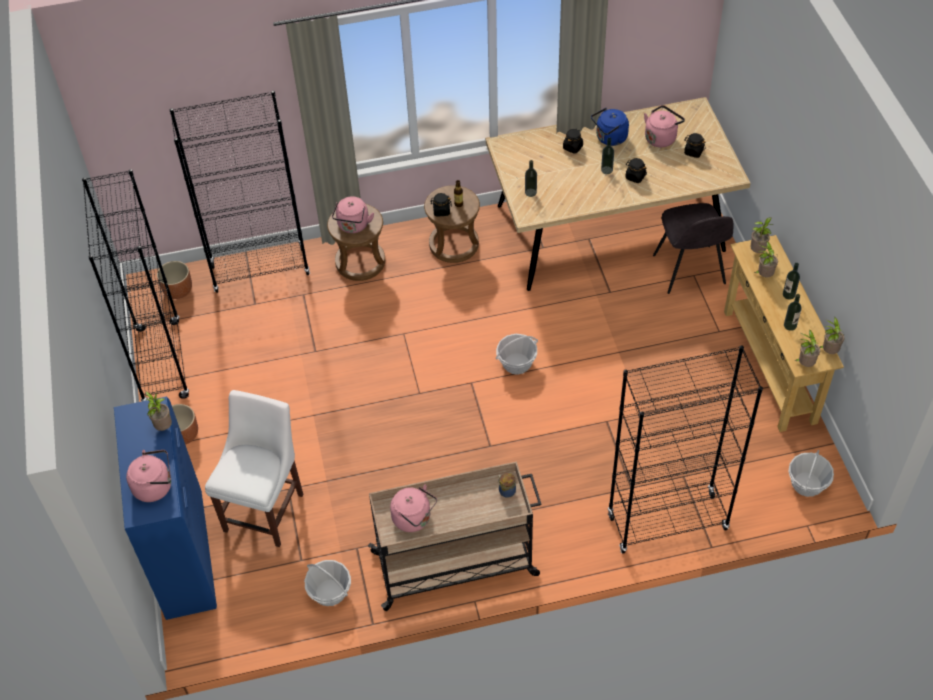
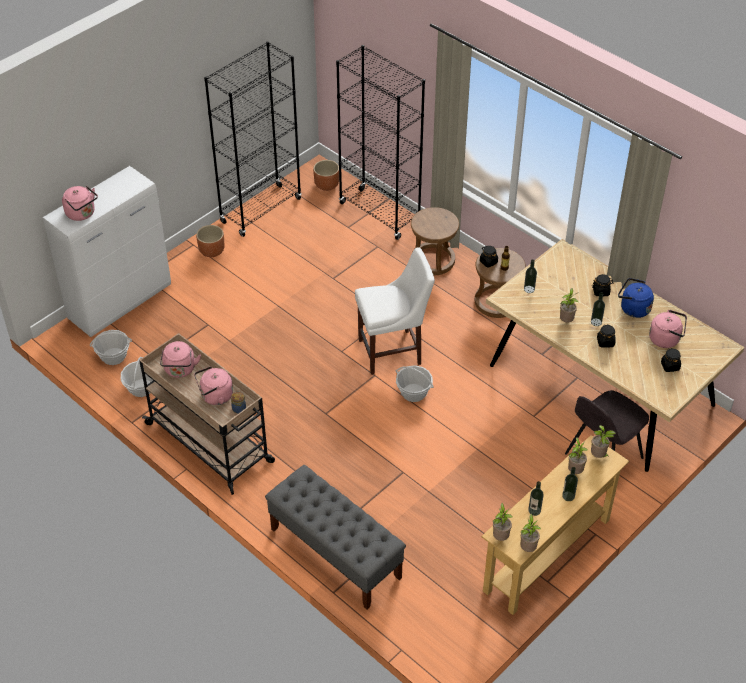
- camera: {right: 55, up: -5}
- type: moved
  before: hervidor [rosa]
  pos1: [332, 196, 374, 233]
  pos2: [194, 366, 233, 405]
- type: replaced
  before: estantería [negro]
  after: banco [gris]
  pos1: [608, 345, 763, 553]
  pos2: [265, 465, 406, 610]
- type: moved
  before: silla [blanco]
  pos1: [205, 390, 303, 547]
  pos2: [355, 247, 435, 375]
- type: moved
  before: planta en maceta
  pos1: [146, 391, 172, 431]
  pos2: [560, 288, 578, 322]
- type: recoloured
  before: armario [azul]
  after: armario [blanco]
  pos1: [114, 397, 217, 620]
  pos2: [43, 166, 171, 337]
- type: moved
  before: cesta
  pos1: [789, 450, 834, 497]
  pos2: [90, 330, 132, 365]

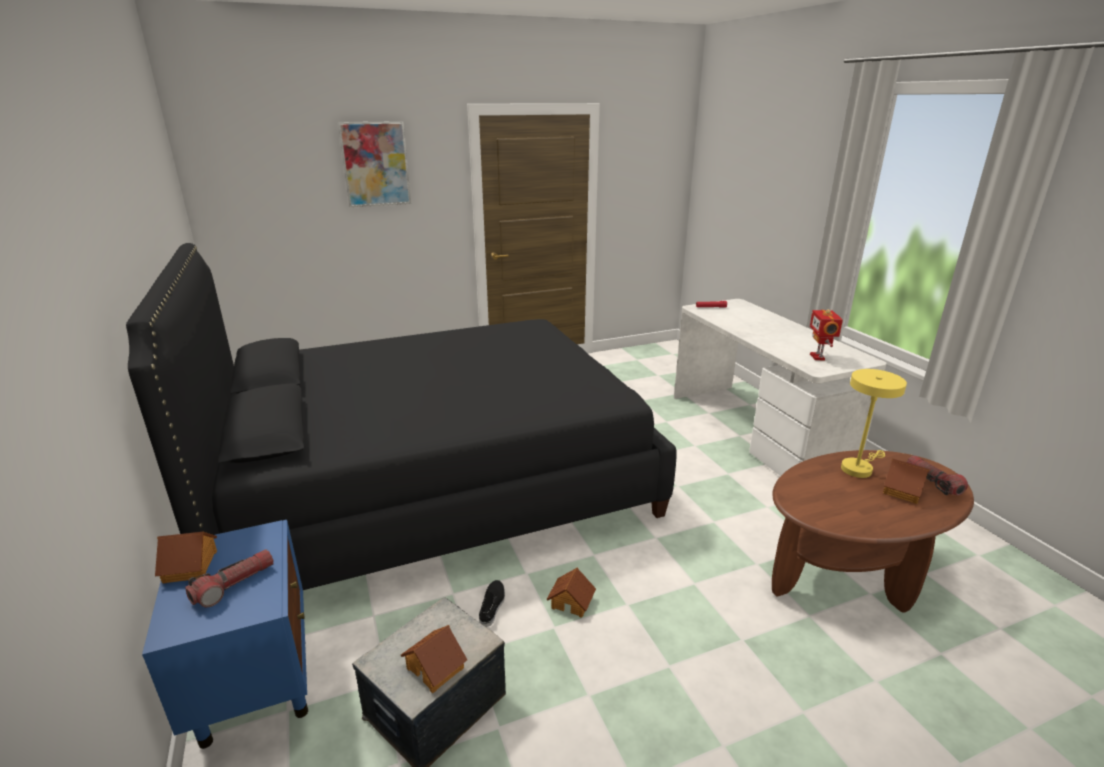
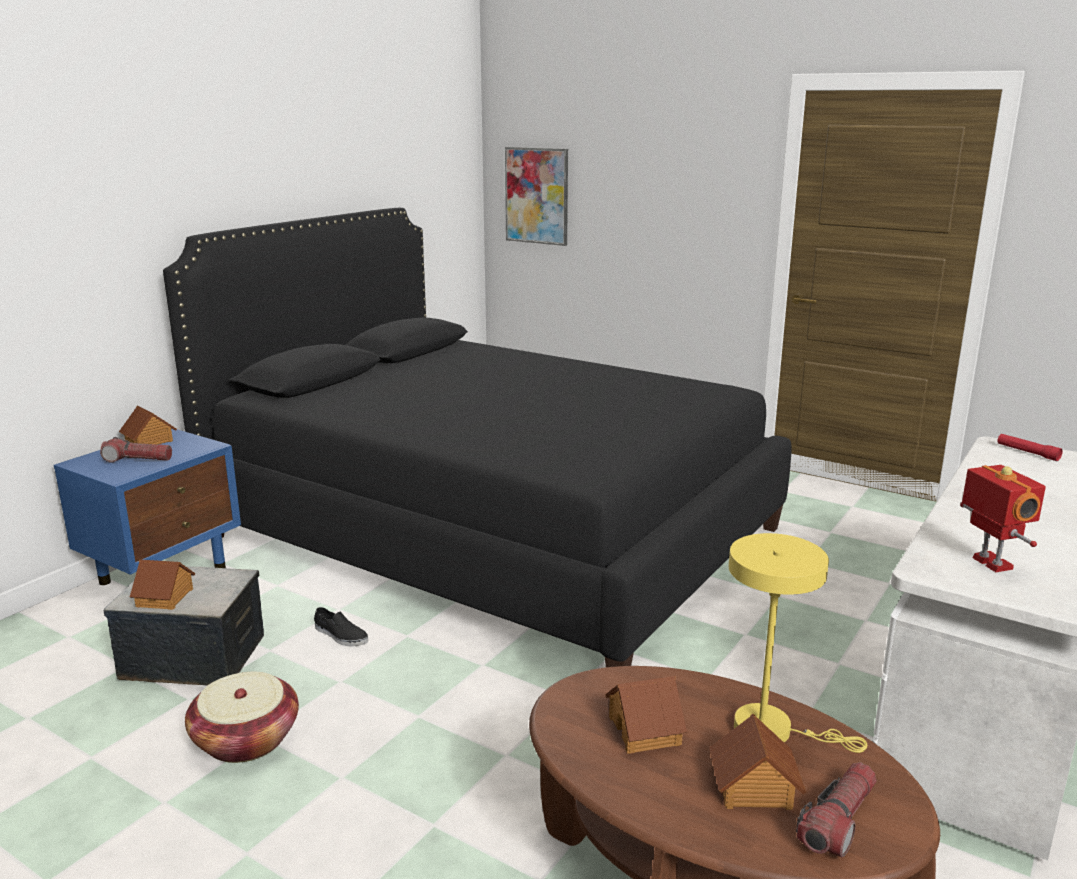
- camera: {right: 55, up: -5}
- type: moved
  before: cuadro
  pos1: [338, 121, 411, 207]
  pos2: [505, 147, 568, 246]
- type: turned
  before: robot de juguete
  pos1: [810, 309, 843, 360]
  pos2: [960, 465, 1046, 572]
  turn: 105
- type: moved
  before: casita
  pos1: [547, 567, 596, 618]
  pos2: [605, 676, 687, 754]
- type: turned
  before: zapato [negro]
  pos1: [479, 580, 505, 627]
  pos2: [314, 607, 368, 647]
  turn: 60
- type: added
  after: cesta
  pos2: [185, 672, 299, 763]

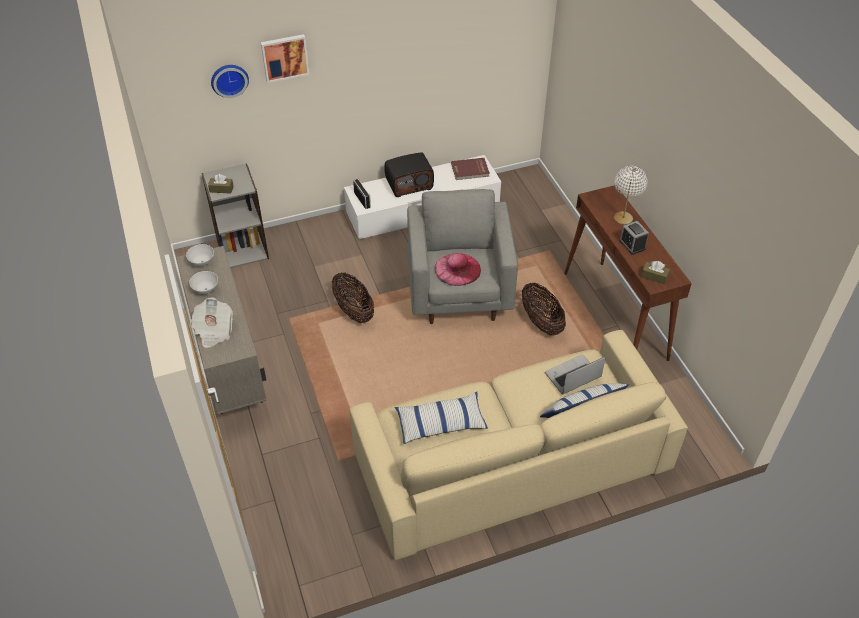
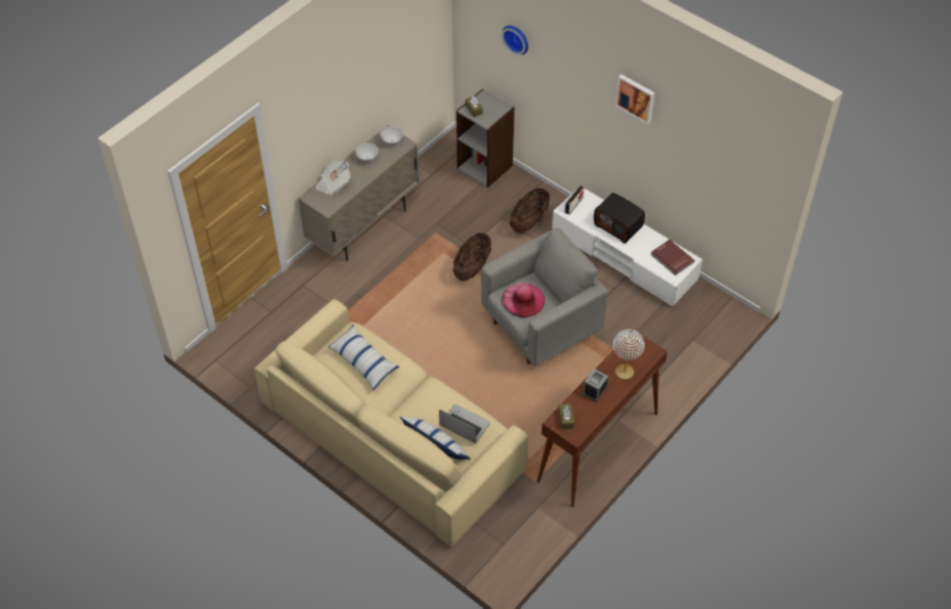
- camera: {right: 60, up: 5}
- type: moved
  before: cuadro
  pos1: [261, 34, 309, 83]
  pos2: [615, 74, 655, 124]
- type: moved
  before: cesta
  pos1: [522, 283, 566, 336]
  pos2: [510, 188, 550, 233]

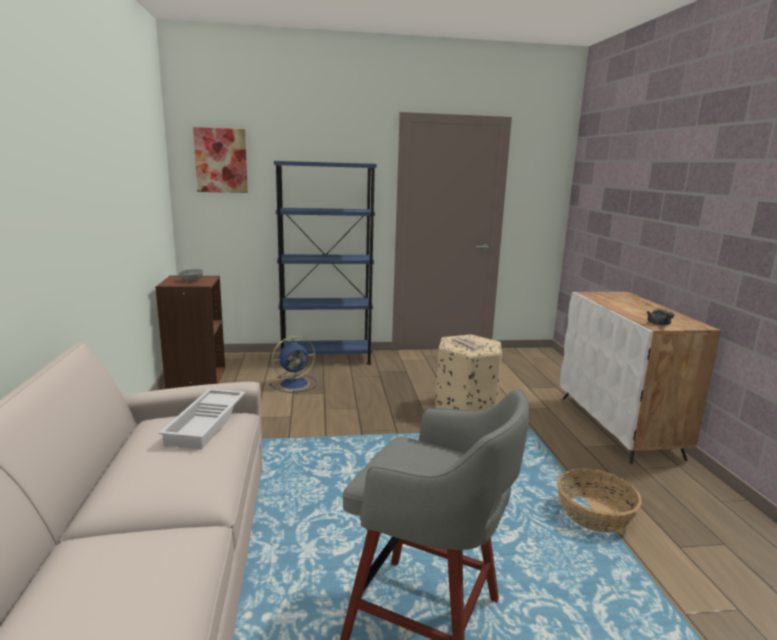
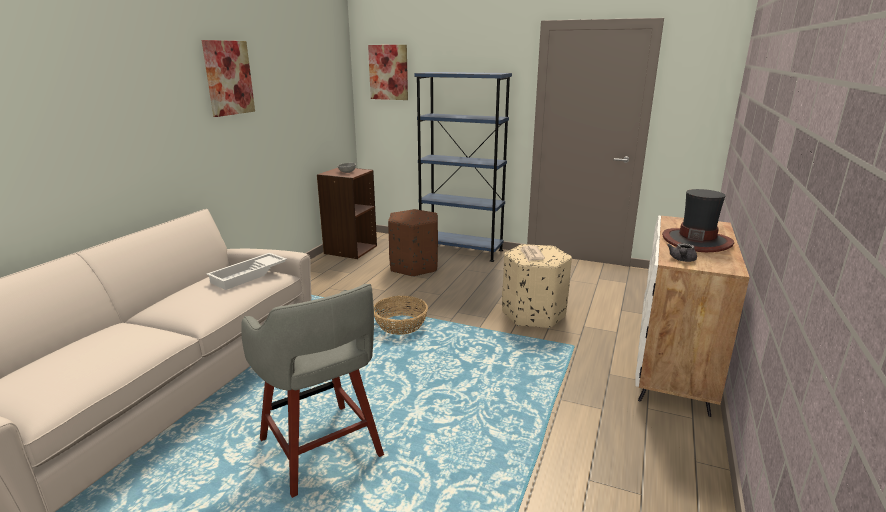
- camera: {right: 30, up: 5}
- type: replaced
  before: ventilador [azul]
  after: puf [marrón]
  pos1: [269, 336, 317, 393]
  pos2: [388, 209, 438, 277]
- type: moved
  before: cesta
  pos1: [557, 468, 642, 533]
  pos2: [374, 296, 428, 335]
- type: added
  after: cuadro
  pos2: [202, 40, 255, 117]
- type: added
  after: sombrero
  pos2: [662, 189, 734, 252]

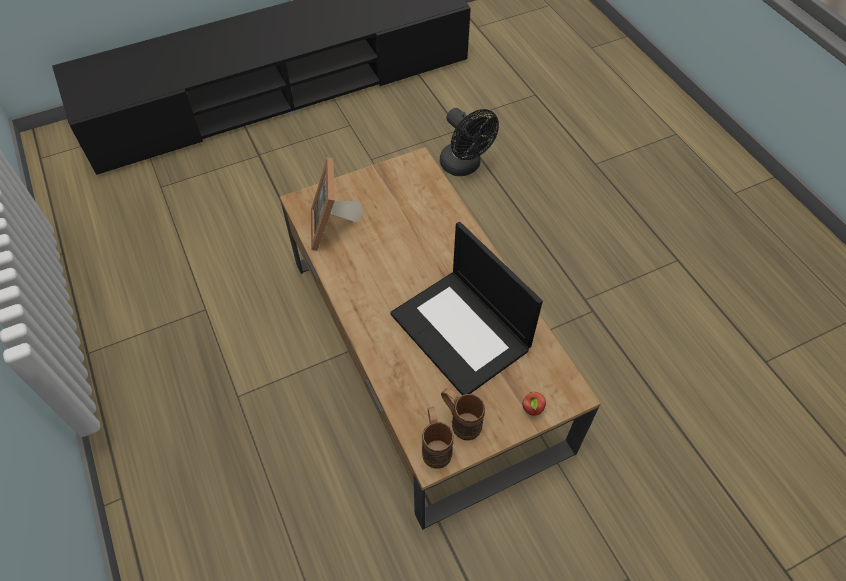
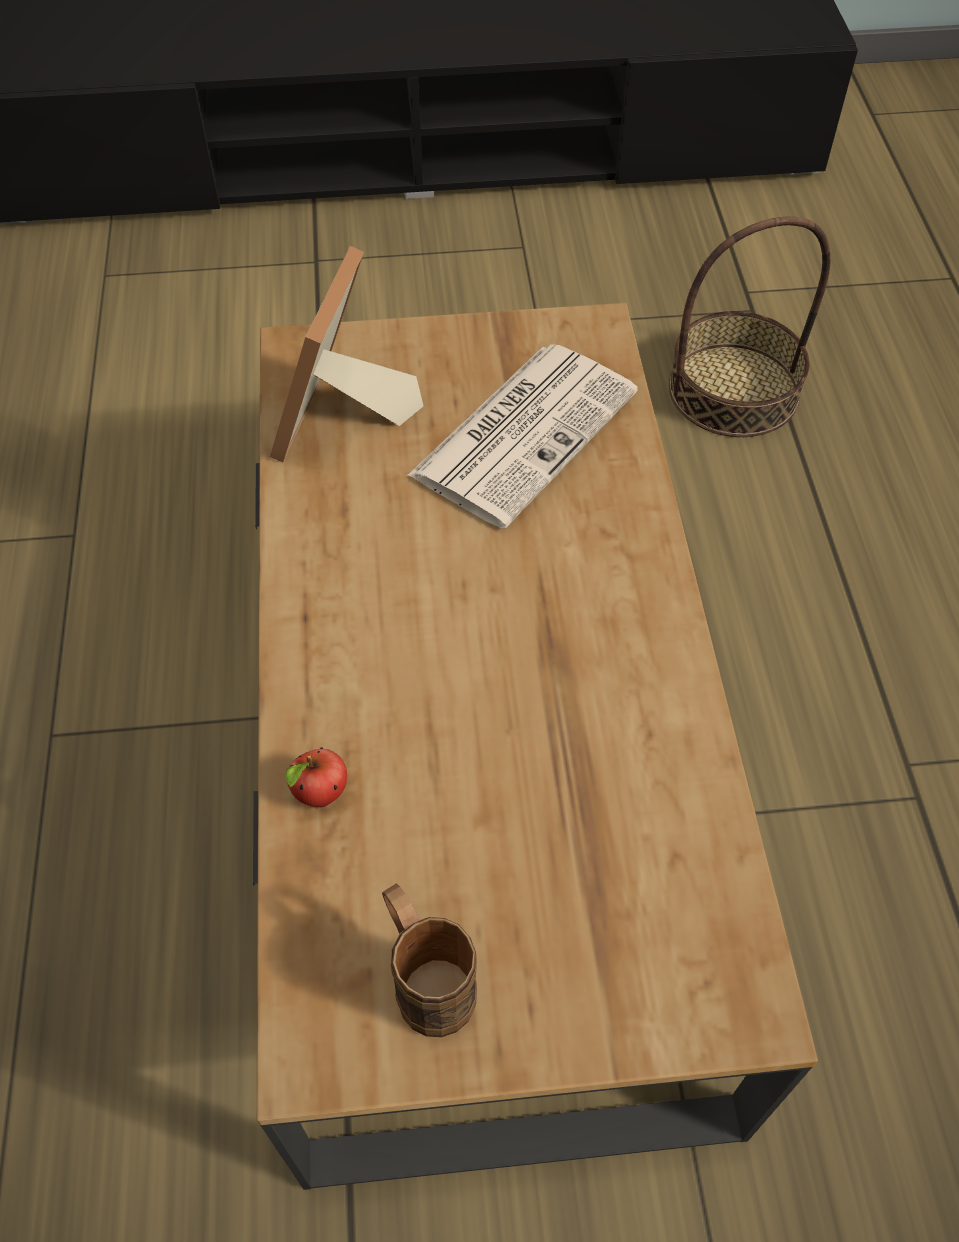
- camera: {right: 20, up: 0}
- type: replaced
  before: ventilador [negro]
  after: cesta
  pos1: [440, 108, 499, 176]
  pos2: [669, 217, 830, 437]
- type: removed
  before: portátil
  pos1: [390, 222, 543, 395]
- type: moved
  before: manzana
  pos1: [522, 392, 546, 416]
  pos2: [286, 747, 347, 807]
- type: removed
  before: taza grande [marrón]
  pos1: [422, 407, 454, 469]
- type: added
  after: periódico
  pos2: [407, 344, 638, 529]

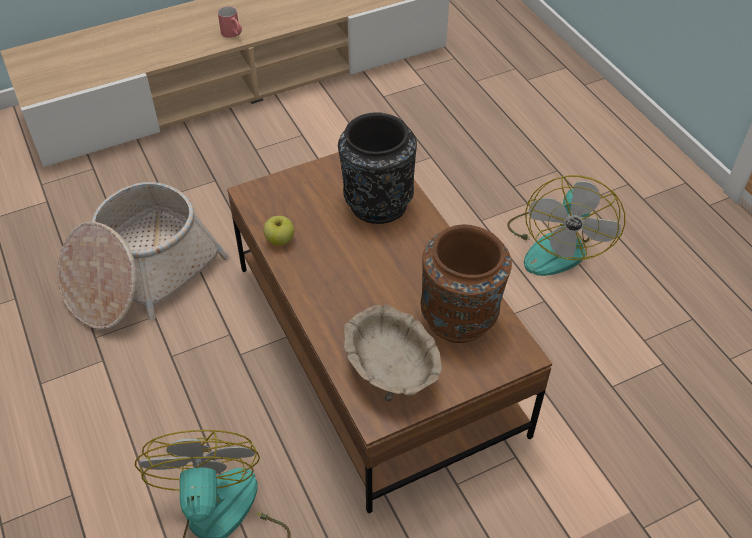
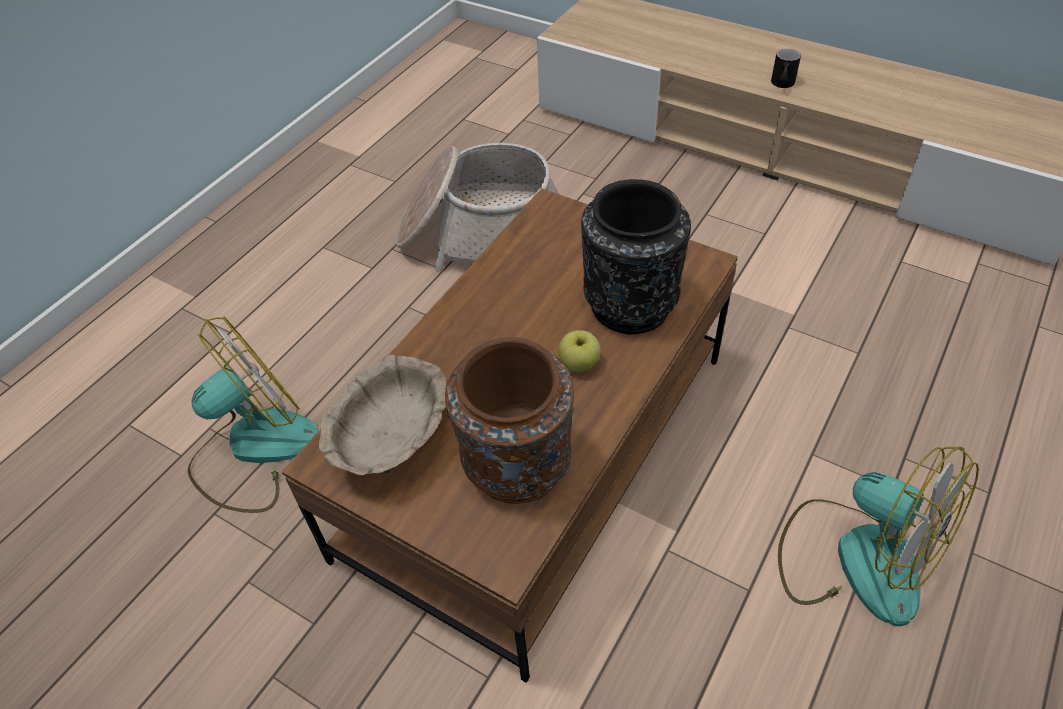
- camera: {right: 60, up: 0}
- type: recoloured
  before: taza grande [rojo]
  after: taza grande [negro]
  pos1: [218, 6, 242, 38]
  pos2: [771, 48, 801, 88]
- type: turned
  before: ventilador
  pos1: [507, 175, 625, 276]
  pos2: [778, 446, 979, 626]
  turn: -120
- type: moved
  before: manzana
  pos1: [264, 216, 294, 245]
  pos2: [559, 330, 601, 372]

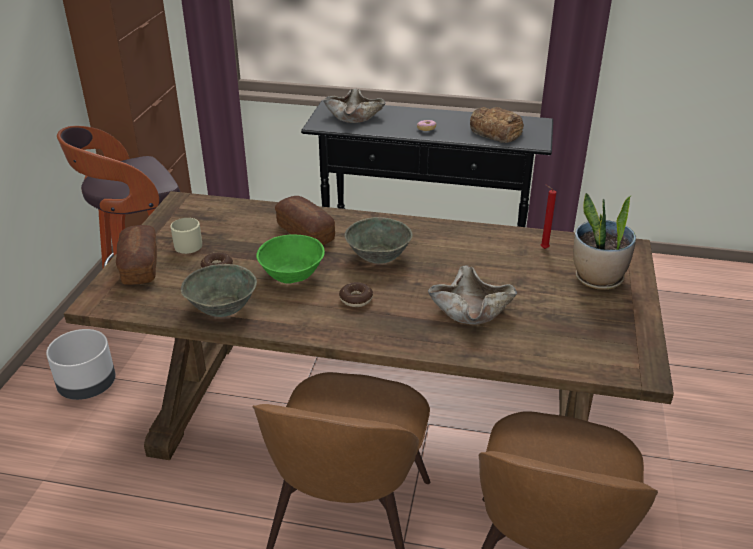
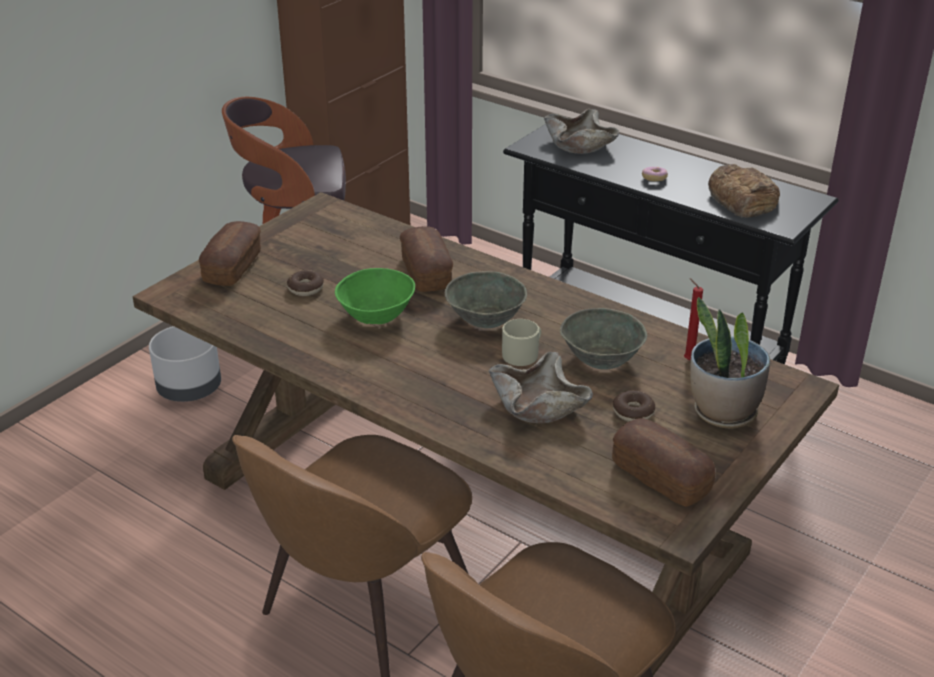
- camera: {right: 25, up: 0}
- type: moved
  before: taza grande [beis]
  pos1: [171, 218, 202, 254]
  pos2: [502, 319, 541, 366]
- type: moved
  before: cuenco [gris]
  pos1: [181, 264, 257, 317]
  pos2: [560, 308, 647, 370]
- type: moved
  before: rosquilla
  pos1: [339, 282, 373, 307]
  pos2: [613, 390, 655, 422]
- type: added
  after: pan
  pos2: [612, 418, 716, 507]

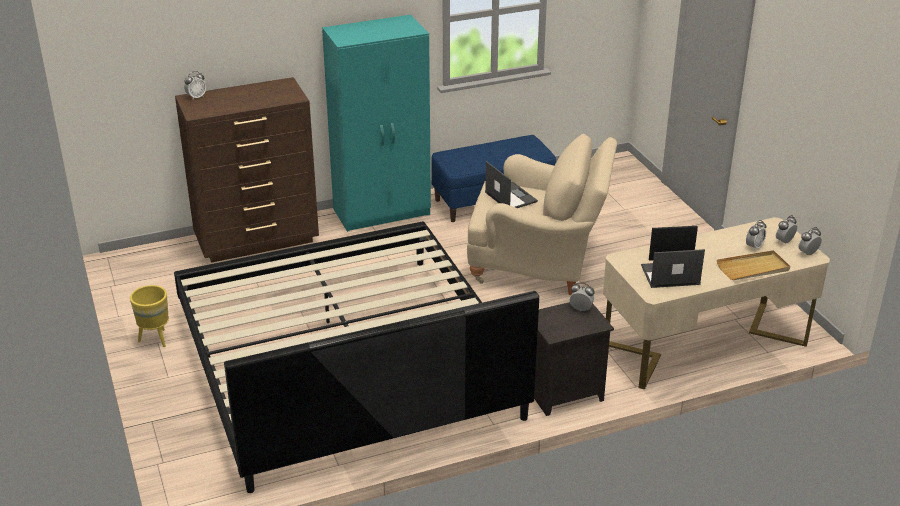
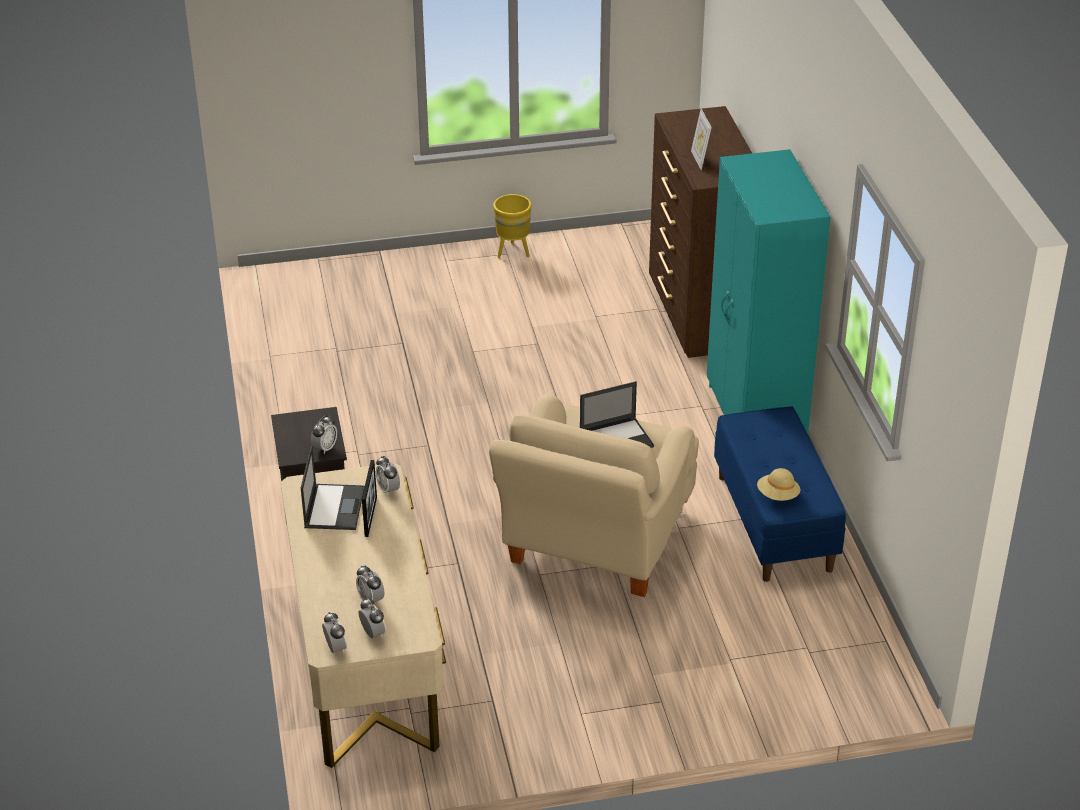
- camera: {right: 100, up: 5}
- type: moved
  before: despertador
  pos1: [184, 71, 206, 99]
  pos2: [376, 456, 400, 496]
- type: removed
  before: cama
  pos1: [174, 221, 539, 493]
- type: removed
  before: bandeja [beis]
  pos1: [717, 250, 790, 280]
- type: added
  after: portarretratos
  pos2: [691, 109, 712, 170]
- type: added
  after: sombrero [beis]
  pos2: [757, 468, 800, 501]

